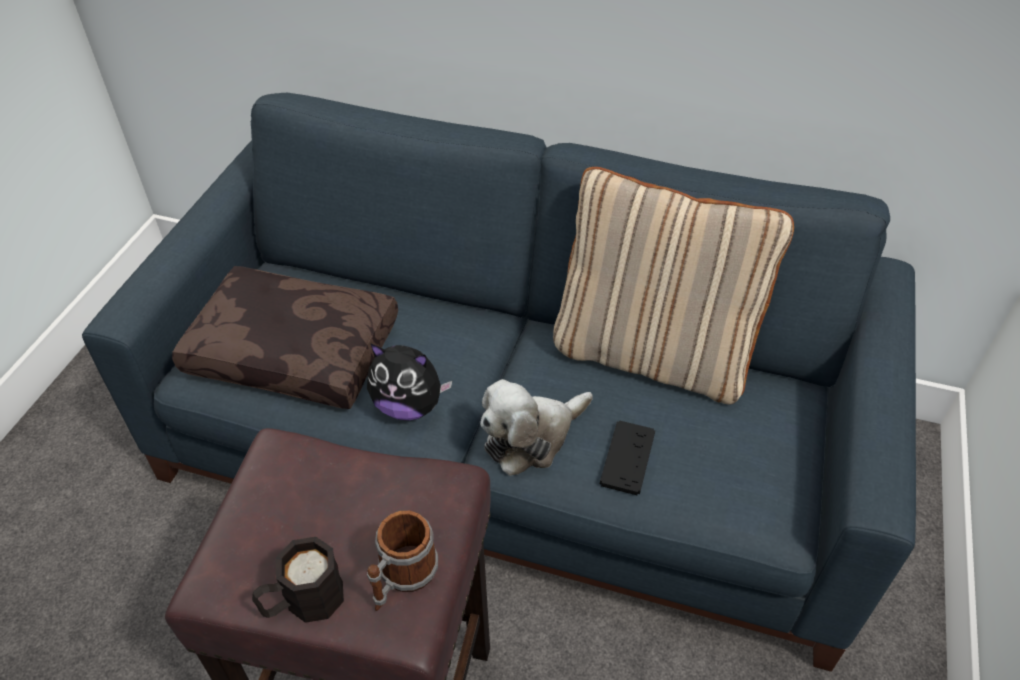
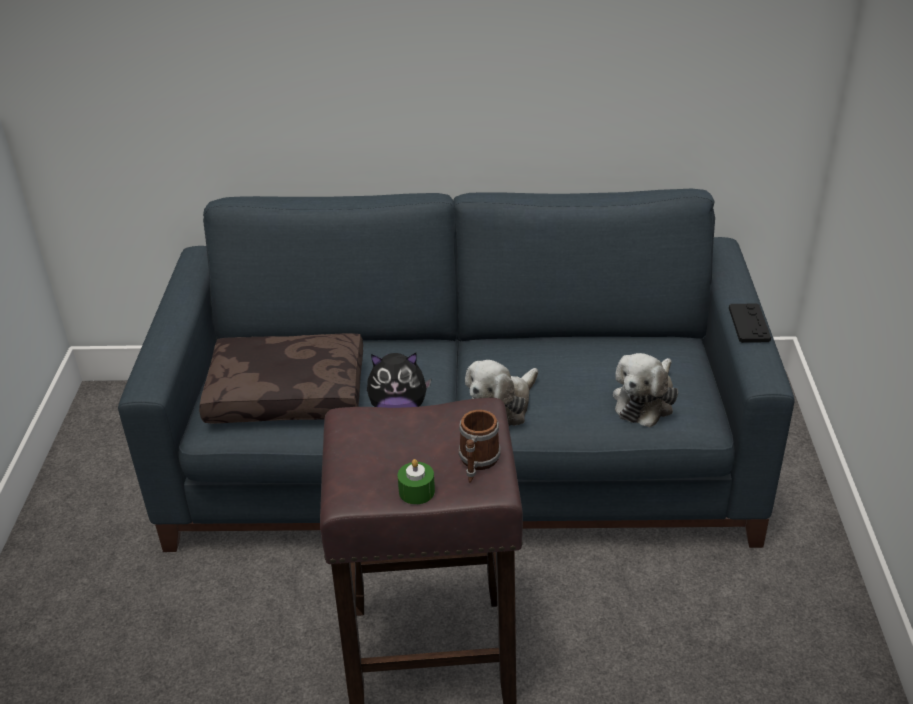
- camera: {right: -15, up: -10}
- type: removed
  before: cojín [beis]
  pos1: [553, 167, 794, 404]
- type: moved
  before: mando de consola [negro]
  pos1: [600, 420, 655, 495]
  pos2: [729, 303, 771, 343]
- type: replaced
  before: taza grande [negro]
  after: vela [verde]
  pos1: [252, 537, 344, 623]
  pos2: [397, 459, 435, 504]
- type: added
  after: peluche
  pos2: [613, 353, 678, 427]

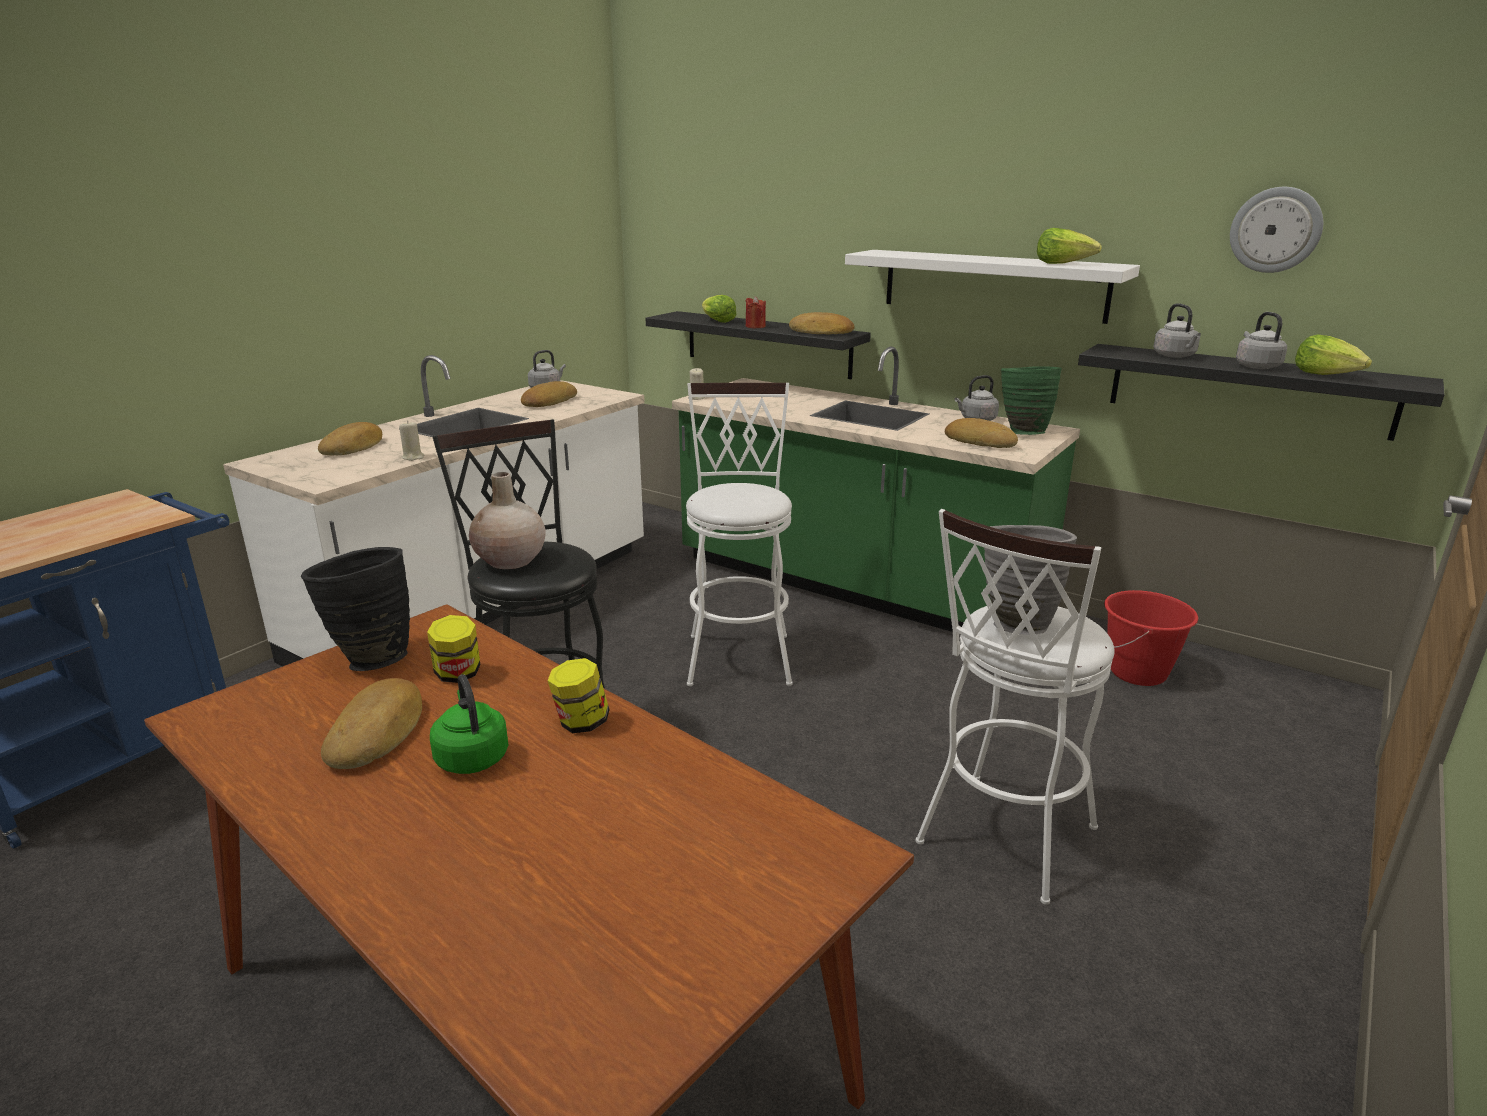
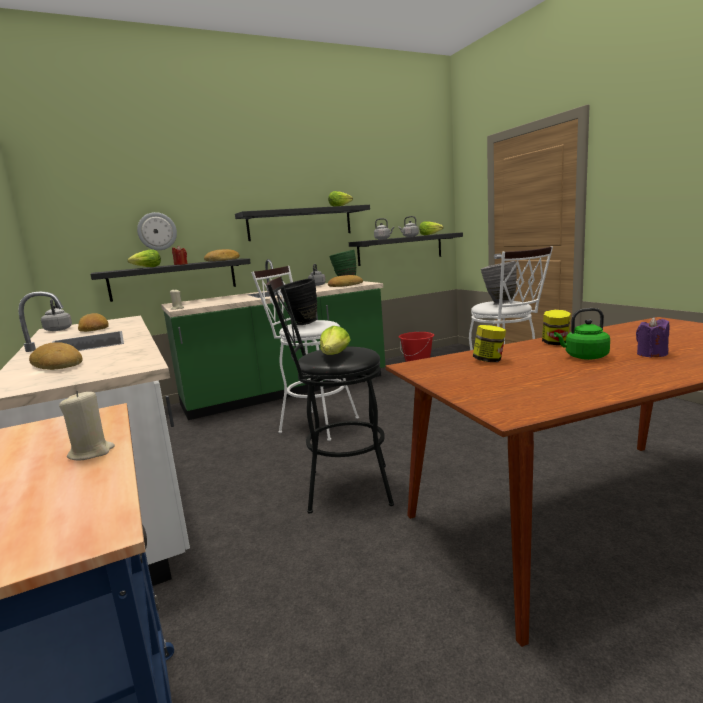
- camera: {right: -60, up: -10}
- type: moved
  before: reloj de pared
  pos1: [1230, 187, 1323, 273]
  pos2: [137, 212, 177, 250]
- type: recoloured
  before: estante [blanco]
  after: estante [negro]
  pos1: [845, 250, 1140, 324]
  pos2: [235, 205, 370, 241]
- type: moved
  before: vela [beis]
  pos1: [399, 420, 424, 461]
  pos2: [59, 390, 115, 461]
- type: replaced
  before: florero [beis]
  after: lechuga
  pos1: [469, 472, 546, 569]
  pos2: [320, 326, 351, 355]
- type: moved
  before: florero [negro]
  pos1: [301, 547, 410, 671]
  pos2: [281, 278, 317, 325]
- type: removed
  before: pan
  pos1: [321, 678, 422, 769]
- type: added
  after: vela [morado]
  pos2: [636, 317, 670, 357]

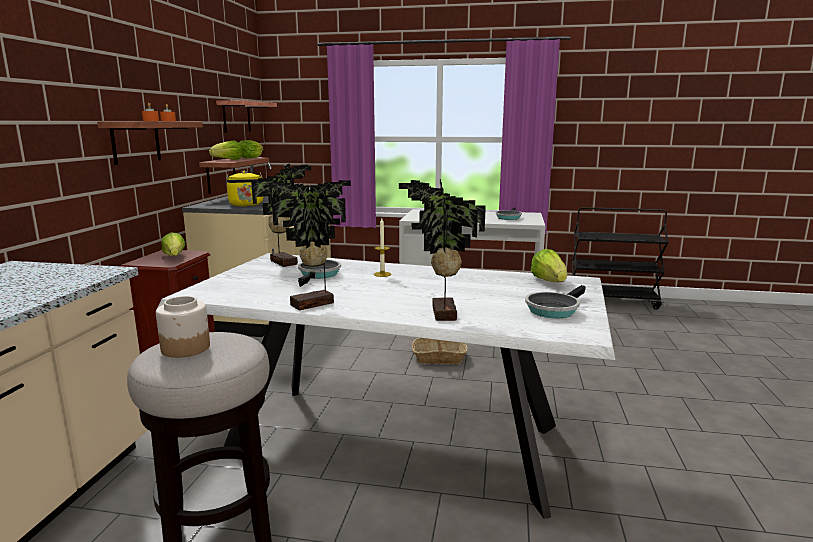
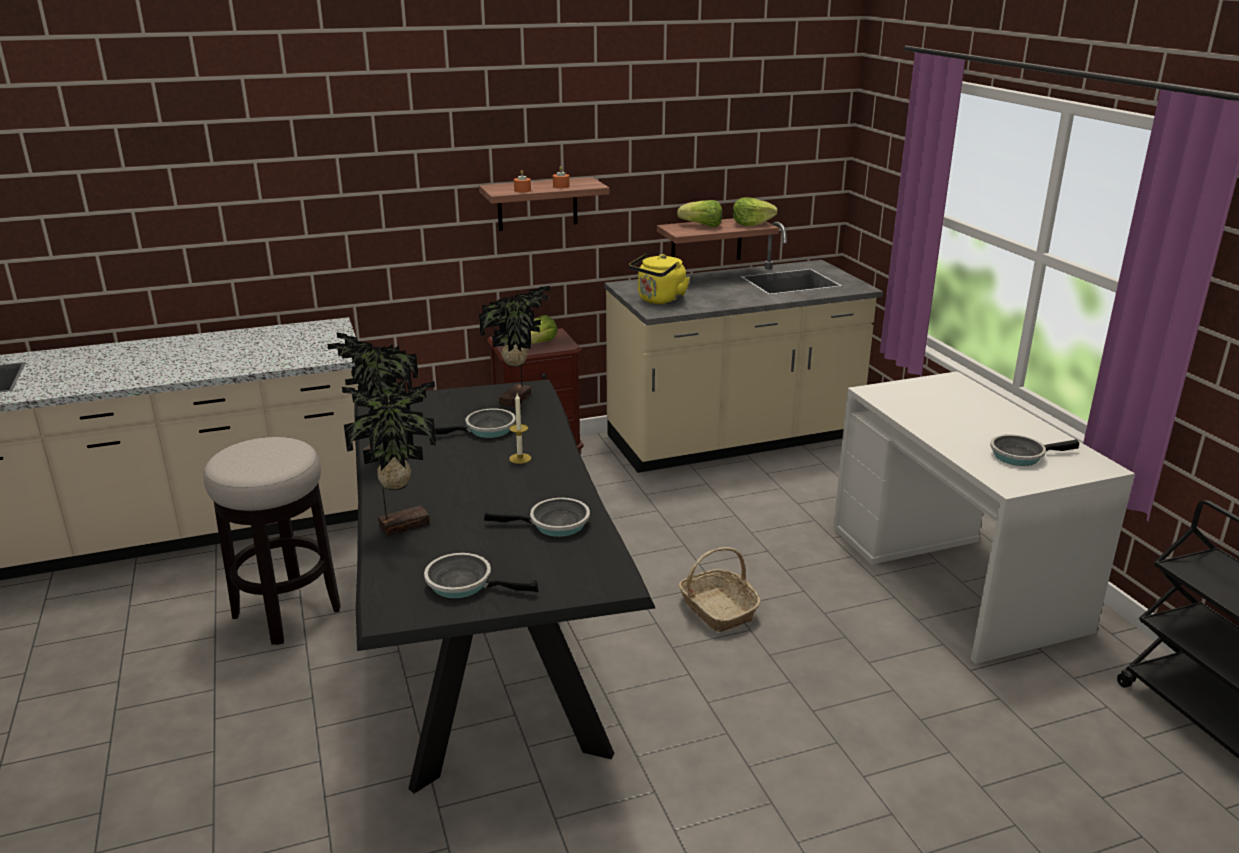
- camera: {right: 60, up: 10}
- type: removed
  before: estante
  pos1: [216, 100, 277, 133]
- type: removed
  before: lechuga
  pos1: [531, 249, 567, 282]
- type: recoloured
  before: mesa de comedor [blanco]
  after: mesa de comedor [negro]
  pos1: [158, 253, 615, 519]
  pos2: [354, 380, 655, 794]
- type: removed
  before: tarro
  pos1: [156, 296, 210, 358]
- type: added
  after: sartén
  pos2: [484, 498, 590, 537]

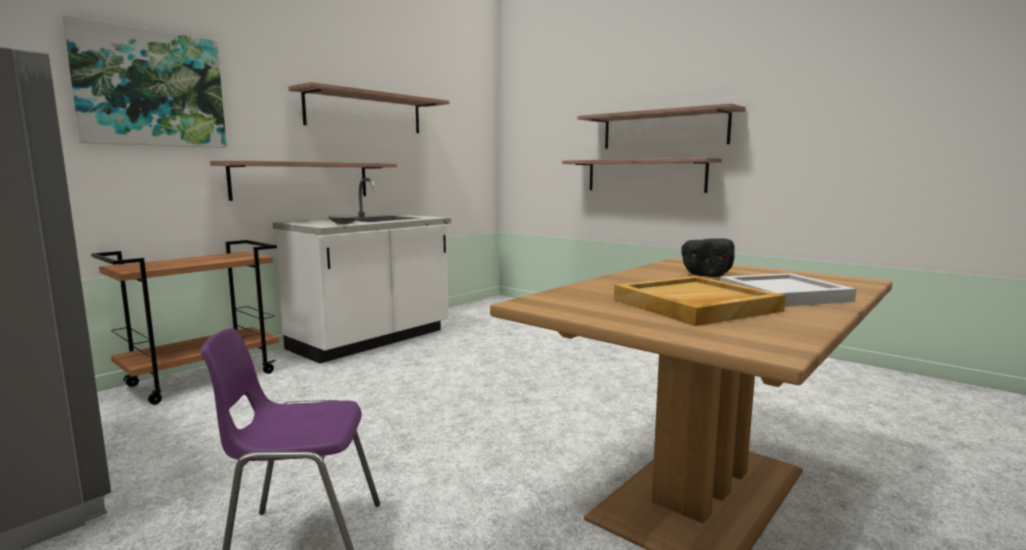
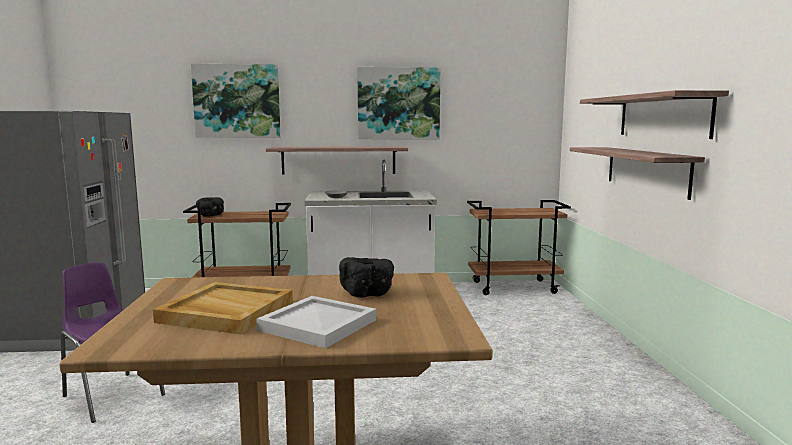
- camera: {right: 45, up: 0}
- type: replaced
  before: estante
  after: cuadro
  pos1: [288, 82, 449, 133]
  pos2: [357, 67, 441, 139]
- type: added
  after: cuenco [negro]
  pos2: [196, 197, 224, 217]
- type: added
  after: carrito [marrón]
  pos2: [467, 200, 571, 295]

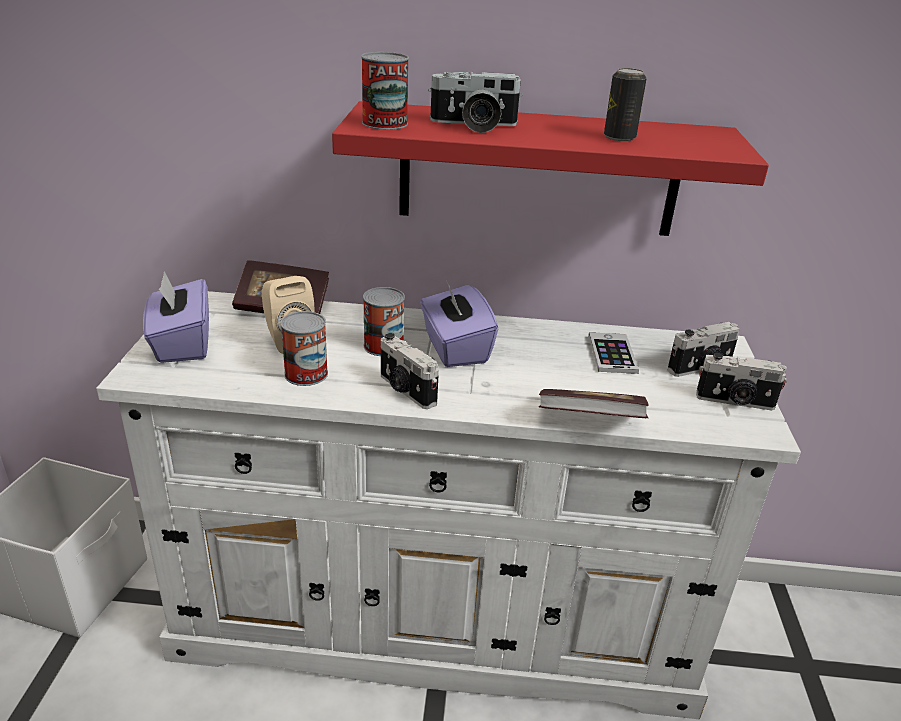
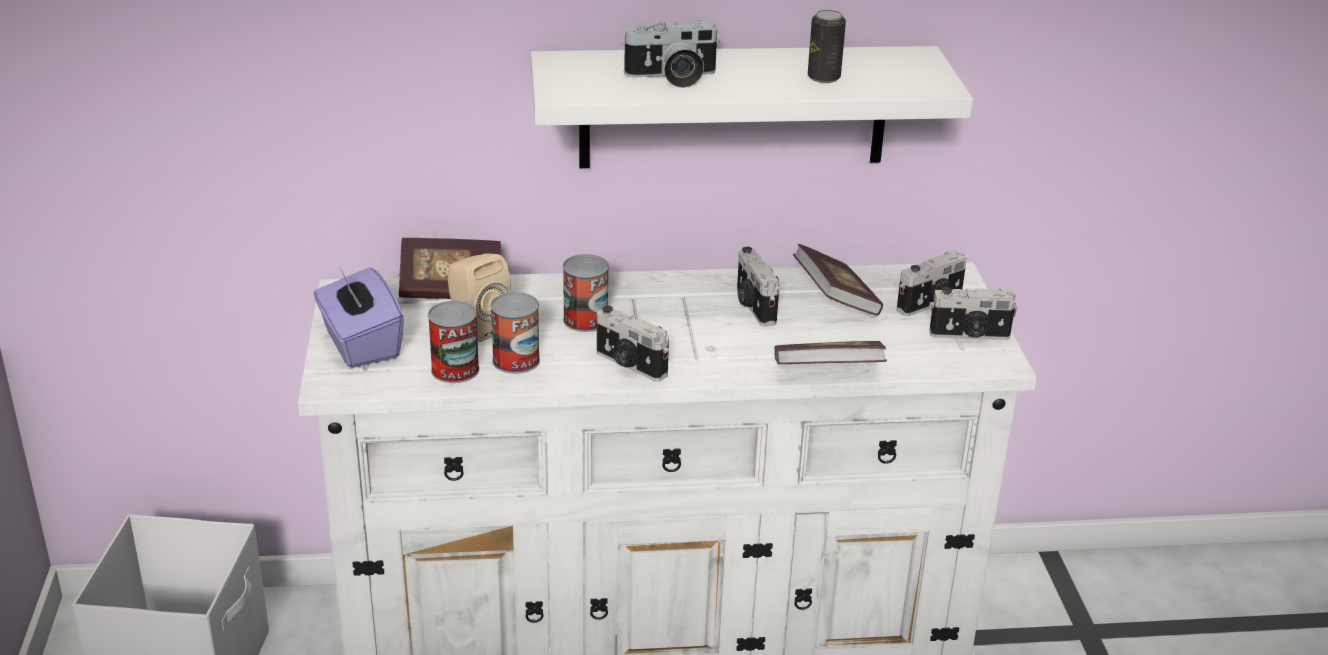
- camera: {right: -10, up: 0}
- type: moved
  before: lata
  pos1: [361, 52, 409, 130]
  pos2: [428, 301, 479, 383]
- type: recoloured
  before: estante [rojo]
  after: estante [blanco]
  pos1: [332, 101, 769, 236]
  pos2: [531, 46, 973, 168]
- type: removed
  before: caja de pañuelos [morado]
  pos1: [420, 280, 498, 367]
- type: replaced
  before: móvil
  after: libro
  pos1: [588, 332, 639, 374]
  pos2: [793, 244, 883, 316]
- type: added
  after: cámara
  pos2: [737, 246, 779, 326]

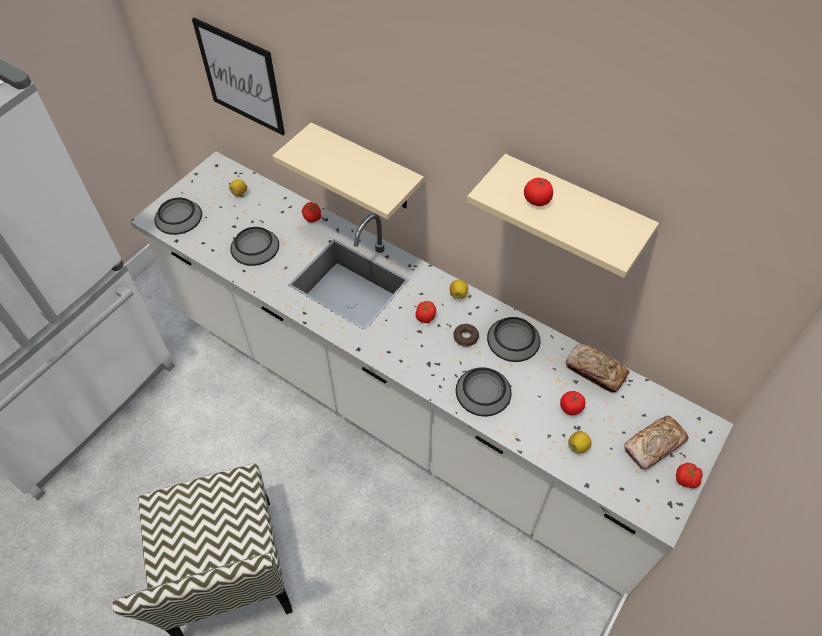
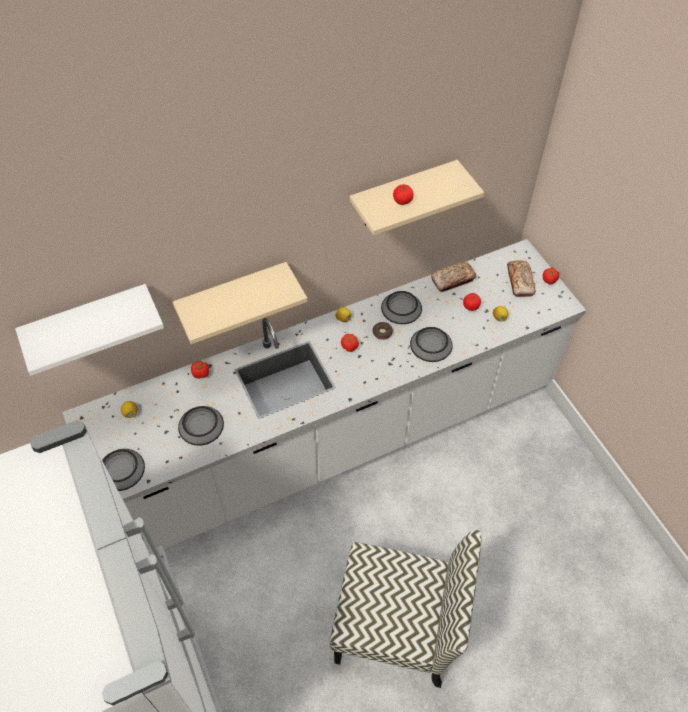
- camera: {right: -60, up: 0}
- type: replaced
  before: cuadro
  after: estante [blanco]
  pos1: [192, 18, 285, 135]
  pos2: [15, 284, 164, 376]

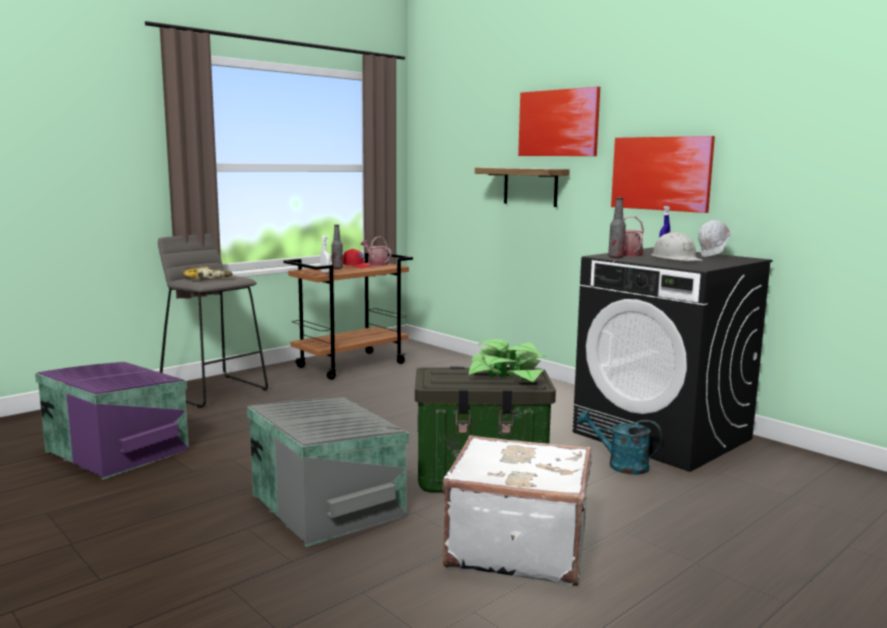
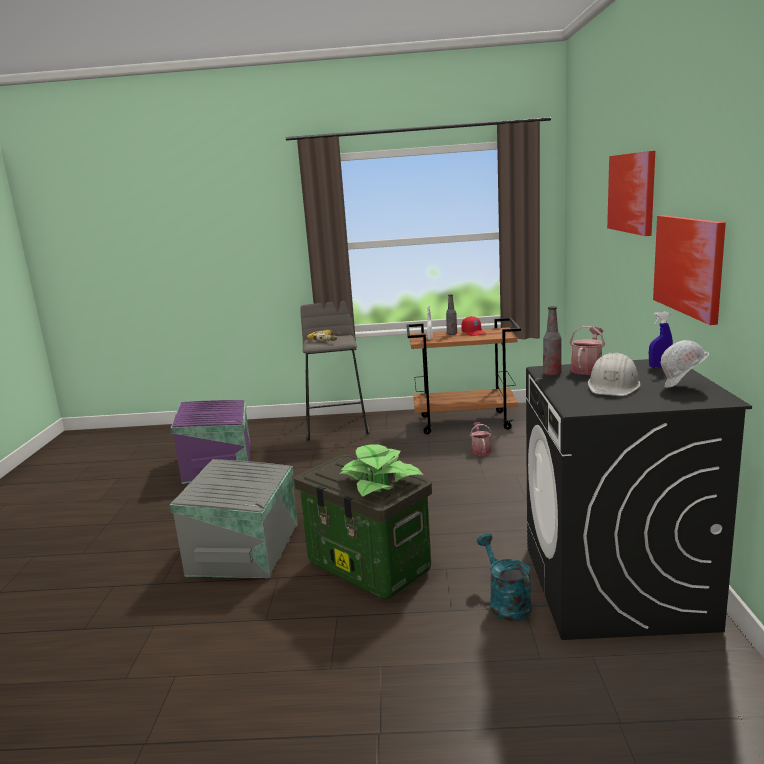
- camera: {right: 45, up: 5}
- type: removed
  before: estante
  pos1: [475, 168, 570, 207]
- type: moved
  before: regadera
  pos1: [361, 236, 392, 266]
  pos2: [470, 422, 492, 455]
- type: removed
  before: maleta [blanco]
  pos1: [442, 435, 591, 586]

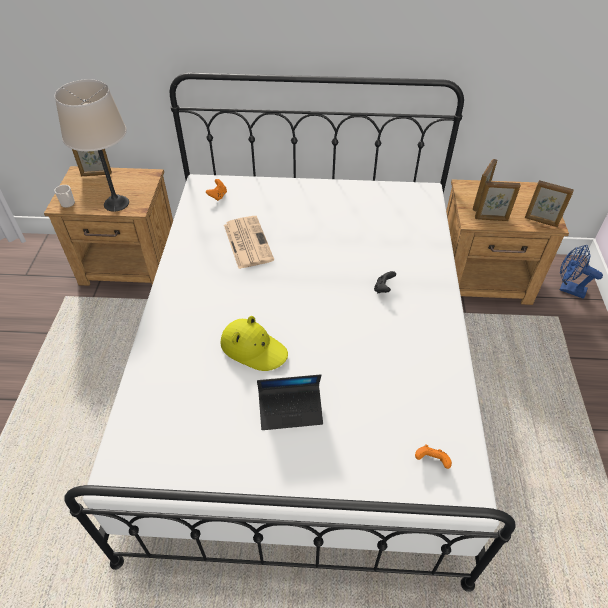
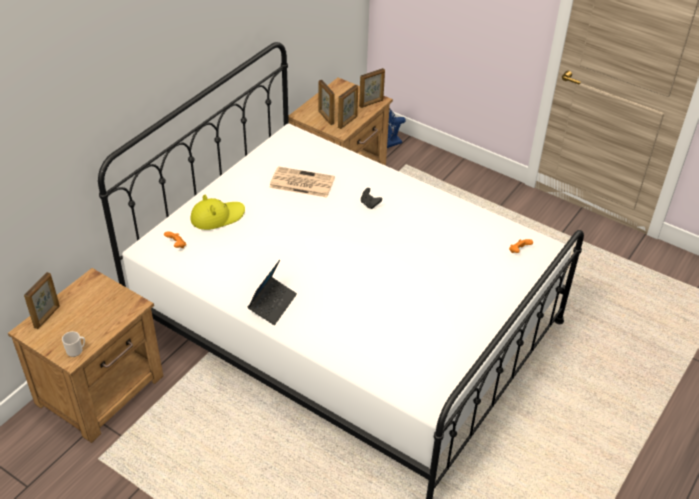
- camera: {right: -60, up: -5}
- type: removed
  before: lámpara de mesa [beis]
  pos1: [55, 79, 129, 212]
- type: moved
  before: periódico
  pos1: [224, 216, 274, 269]
  pos2: [269, 167, 335, 198]
- type: moved
  before: sombrero [amarillo]
  pos1: [220, 316, 288, 371]
  pos2: [190, 195, 245, 230]
- type: moved
  before: portátil
  pos1: [257, 374, 323, 430]
  pos2: [248, 260, 297, 325]

